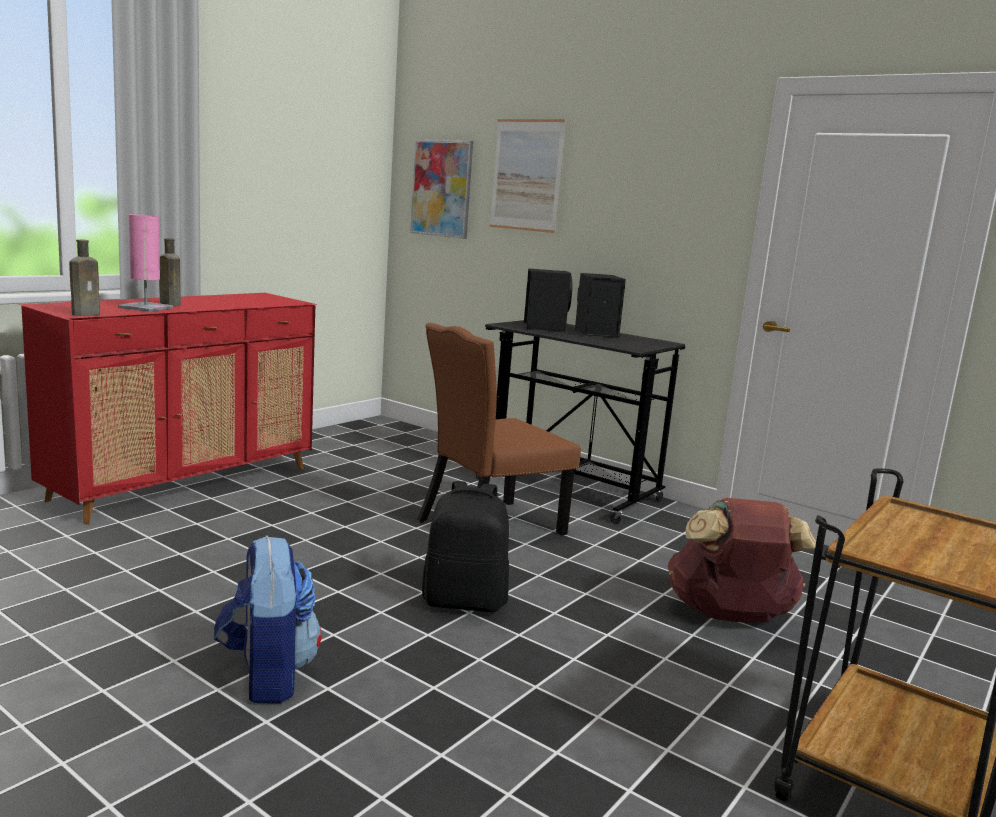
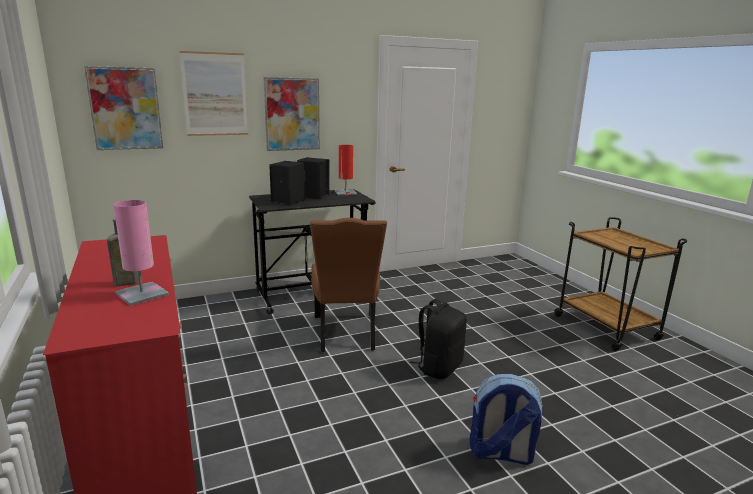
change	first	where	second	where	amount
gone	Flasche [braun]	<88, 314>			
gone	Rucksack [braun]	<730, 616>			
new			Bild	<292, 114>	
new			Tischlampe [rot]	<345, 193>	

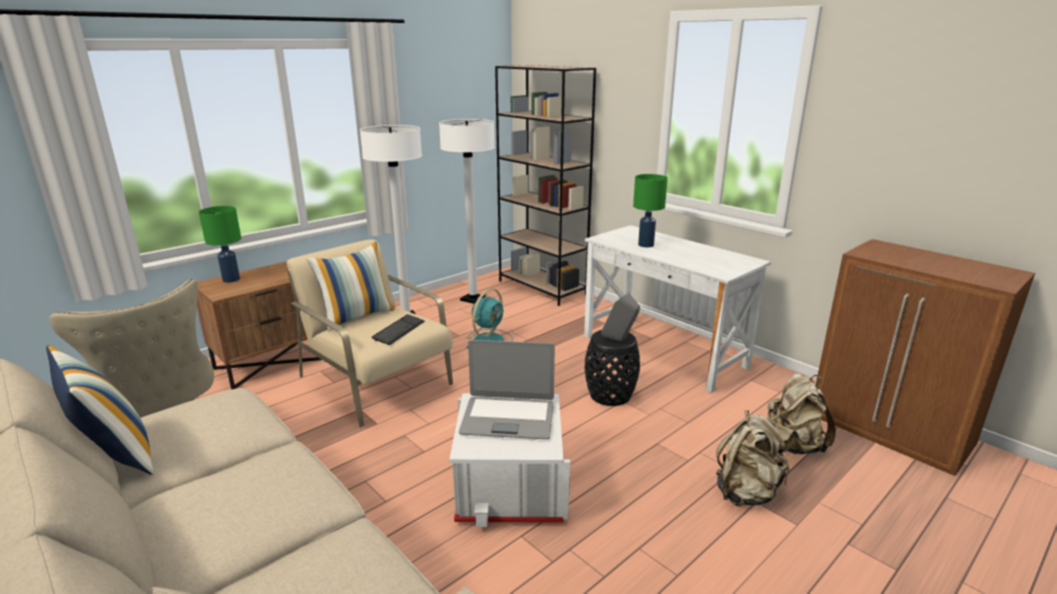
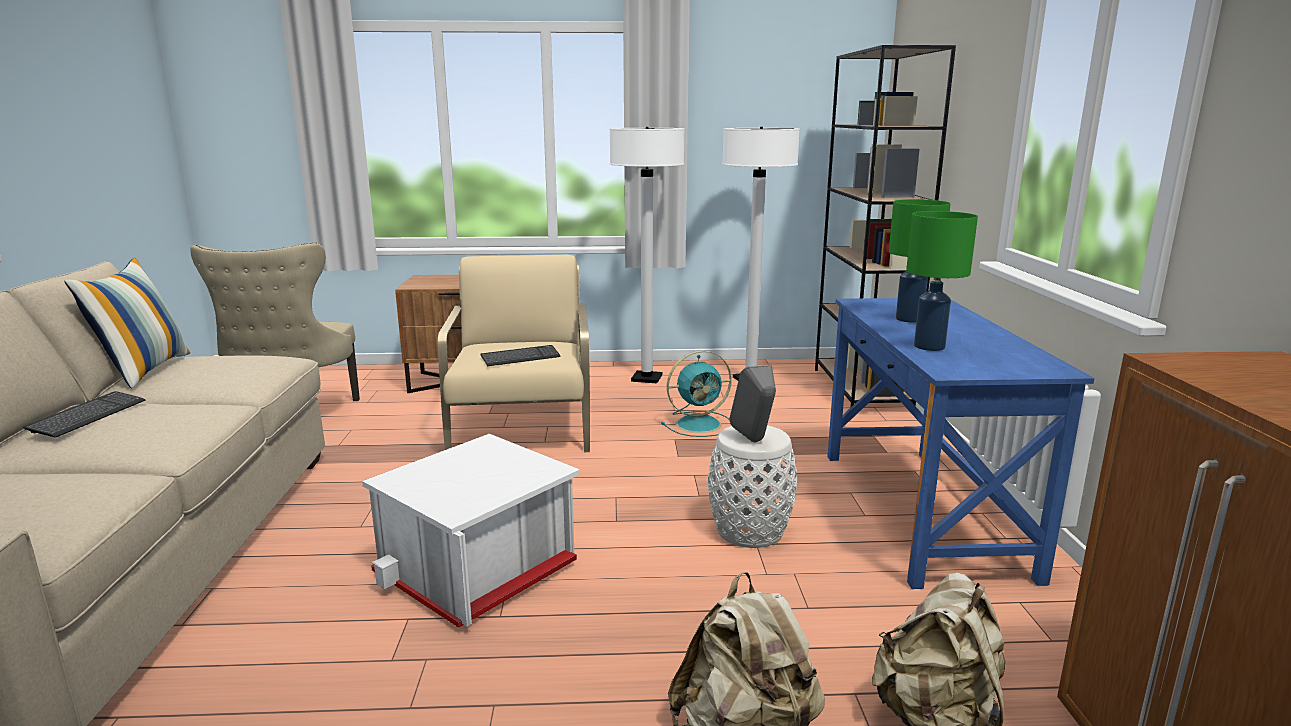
change	first	where	second	where	amount
gone	Kissen	<356, 316>			
gone	Laptop	<508, 418>			
new			Tastatur	<88, 416>	
shifted	Tischlampe [grün]	<232, 279>		<930, 347>	
repainted	Schreibtisch [weiß]	<663, 351>	Schreibtisch [blau]	<922, 511>	
repainted	Hocker [schwarz]	<610, 395>	Hocker [weiß]	<749, 531>	

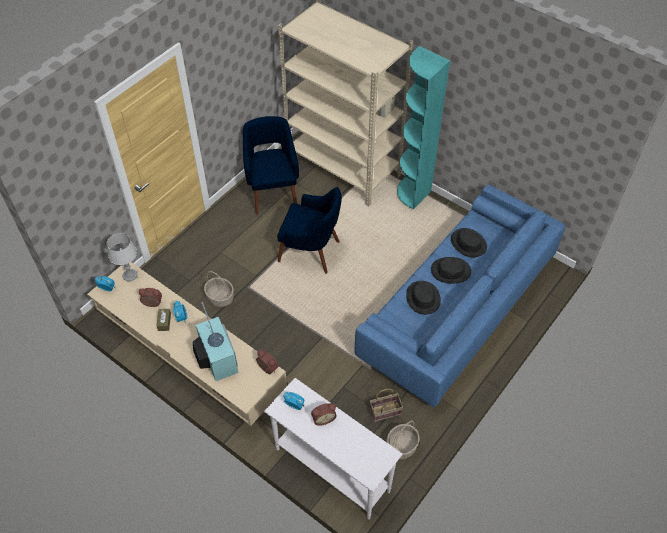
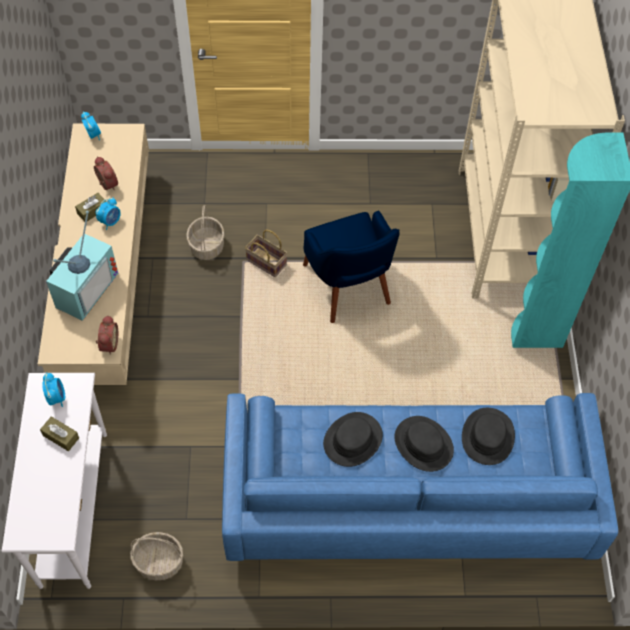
change	first	where	second	where	amount
gone	Tischlampe [grau]	<129, 275>			
gone	Sessel [blau]	<273, 192>			
shifted	Korb	<385, 412>		<265, 262>	
swapped	Wecker	<323, 418>	Taschentuchbox [braun]	<61, 436>	

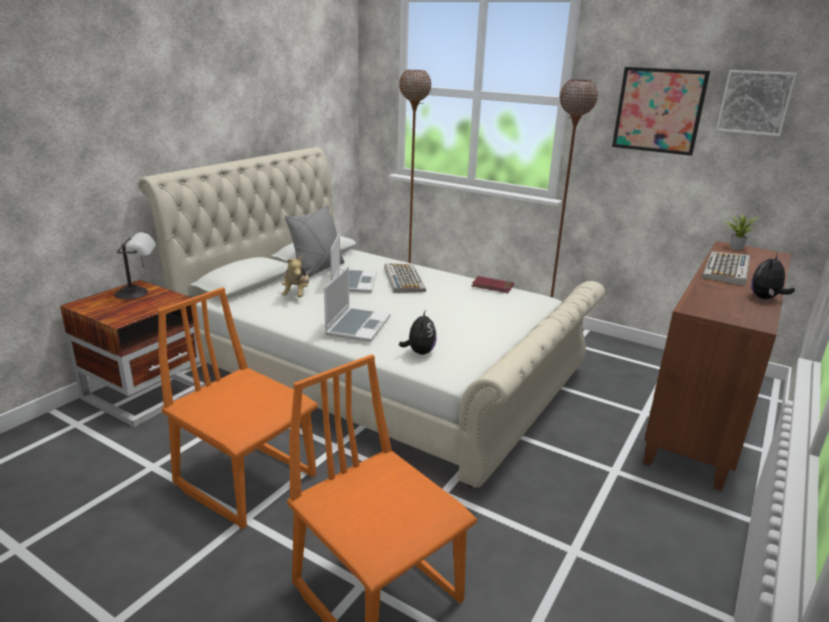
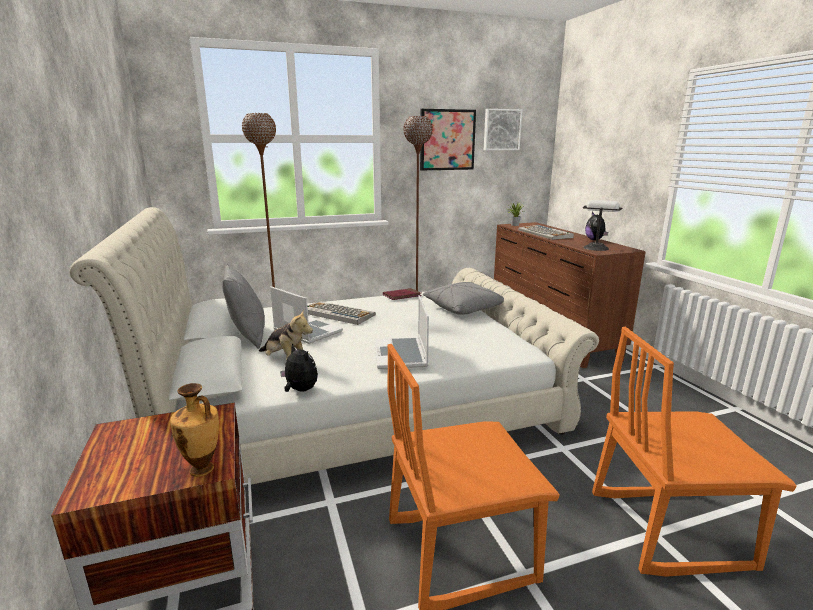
change	first	where	second	where	amount
new			Vase	<202, 470>	
new			Kissen [grau]	<464, 308>	
shifted	Tischlampe	<138, 292>		<596, 247>	
shifted	Plüschtier	<419, 352>		<300, 390>	
rotated	Laptop	<357, 326>		<401, 355>	150 degrees counterclockwise

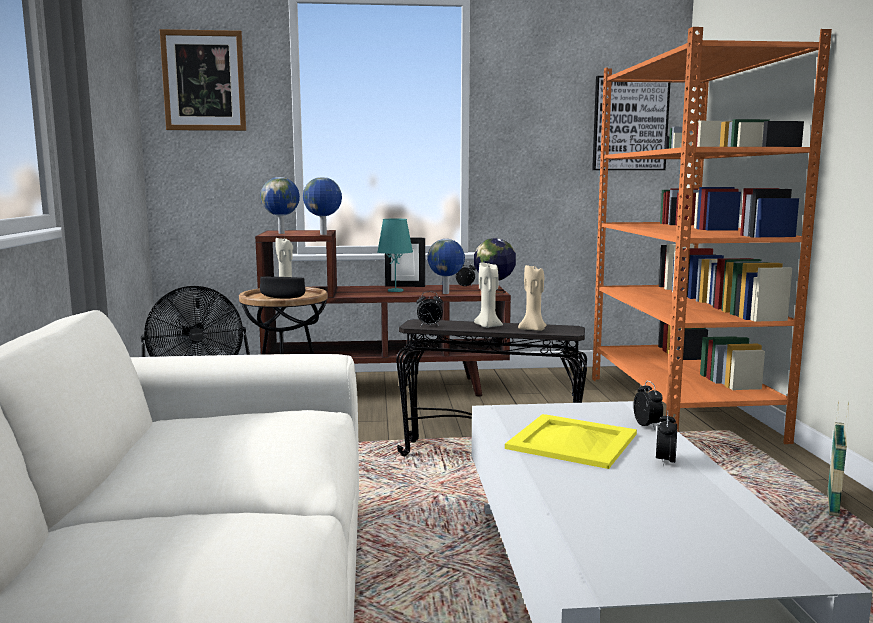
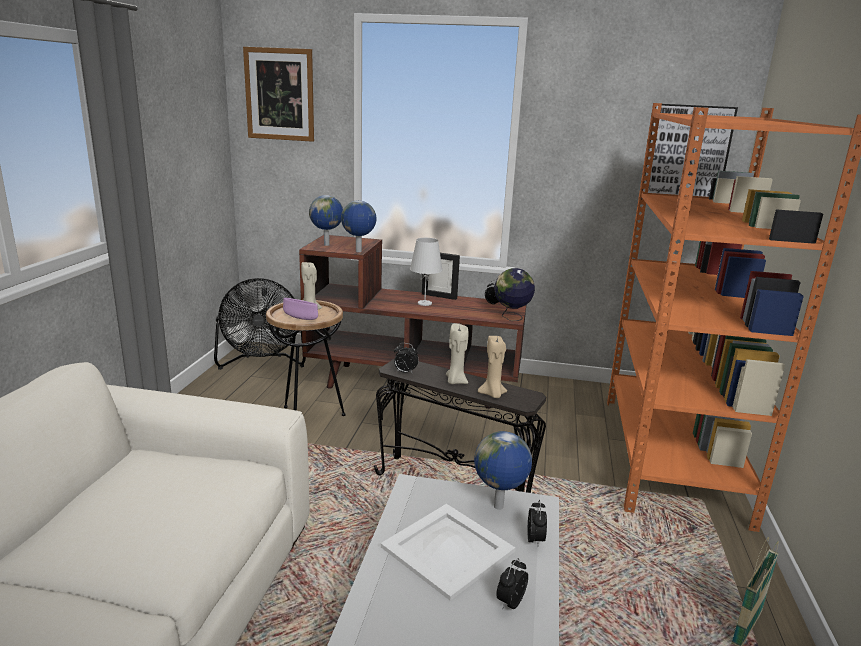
change	first	where	second	where	amount
shifted	Globus	<446, 293>		<499, 507>	
repainted	Schüssel [schwarz]	<282, 298>	Schüssel [lila]	<300, 318>	
repainted	Tischlampe [türkis]	<395, 290>	Tischlampe [weiß]	<424, 303>	
repainted	Tablett [gelb]	<571, 441>	Tablett [weiß]	<447, 548>	

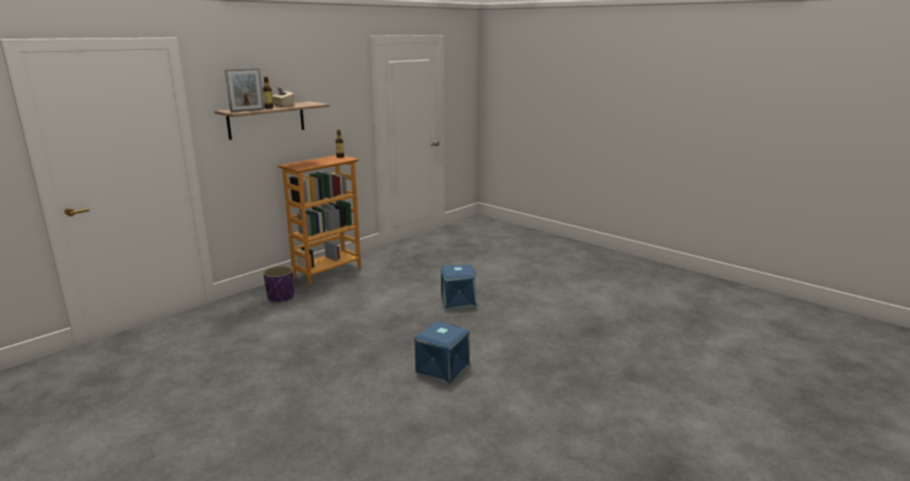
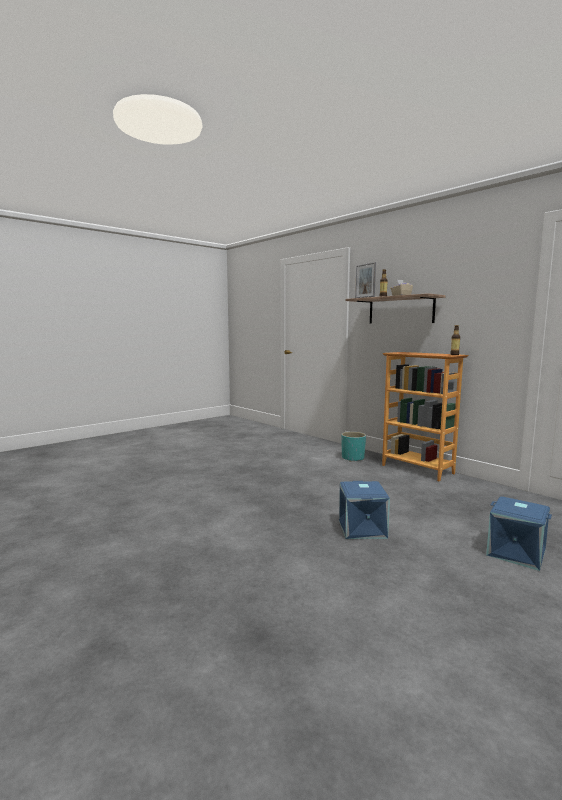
change	first	where	second	where	amount
shifted	Aufbewahrungsbox [blau]	<442, 368>		<516, 552>	
repainted	Pflanzkübel [lila]	<281, 297>	Pflanzkübel [türkis]	<353, 458>	

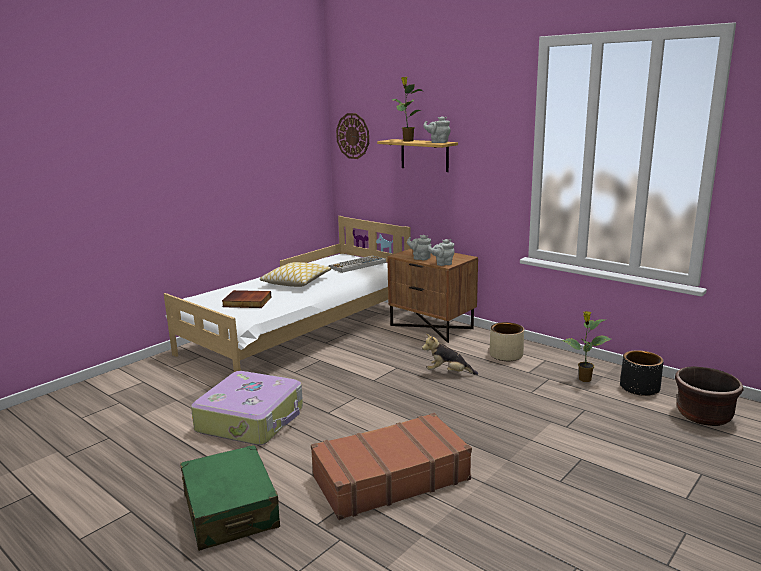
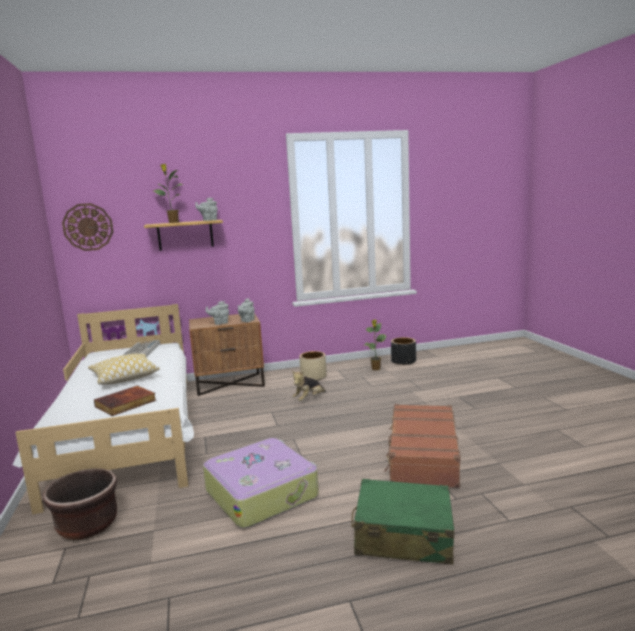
change	first	where	second	where	amount
shifted	Pflanzkübel [braun]	<703, 416>		<87, 525>	

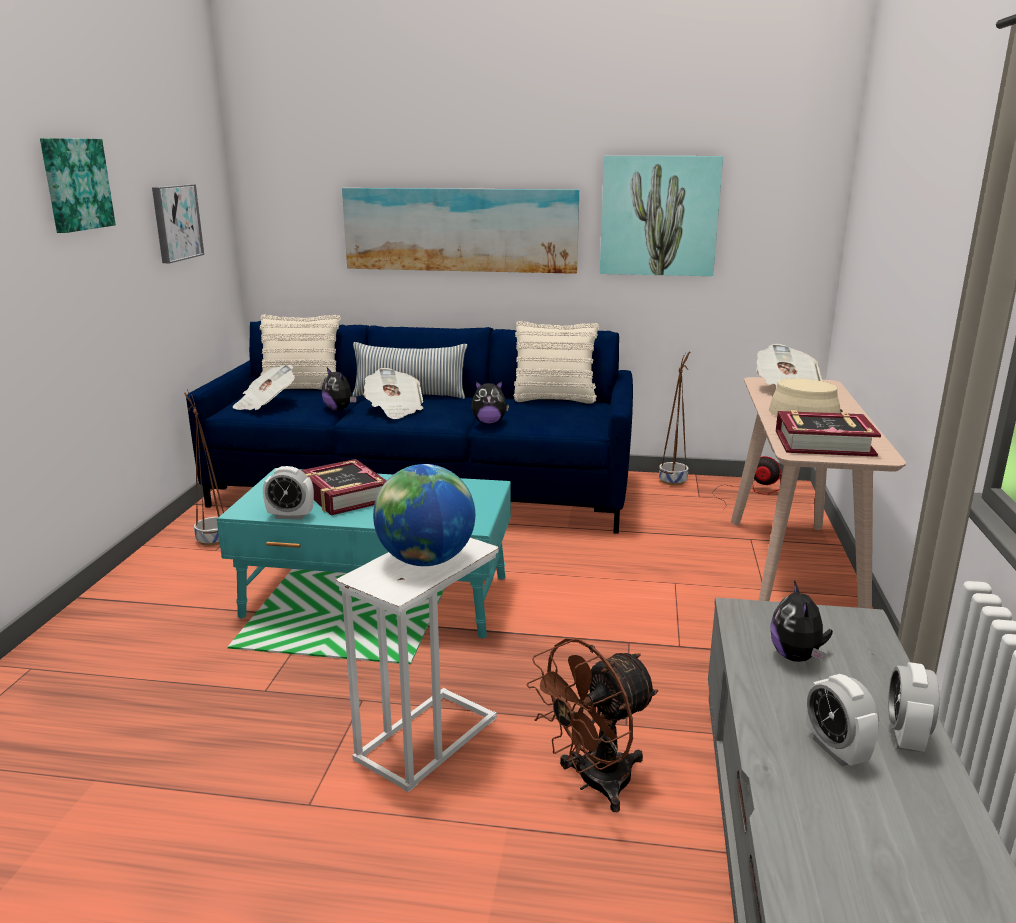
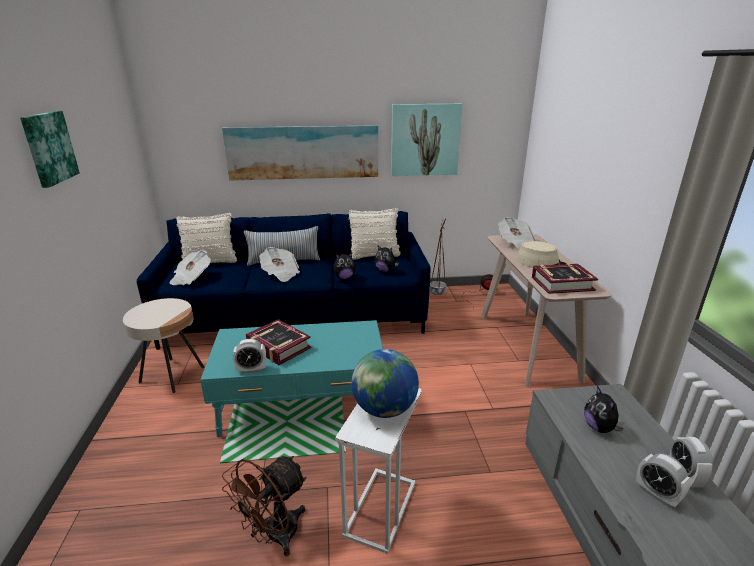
change	first	where	second	where	amount
gone	Bild	<175, 222>			
shifted	Plüschtier	<339, 409>		<385, 270>	
shifted	Ventilator [braun]	<593, 783>		<274, 536>	
swapped	Pflanzkübel [braun]	<213, 539>	Beistelltisch [beige]	<172, 375>	

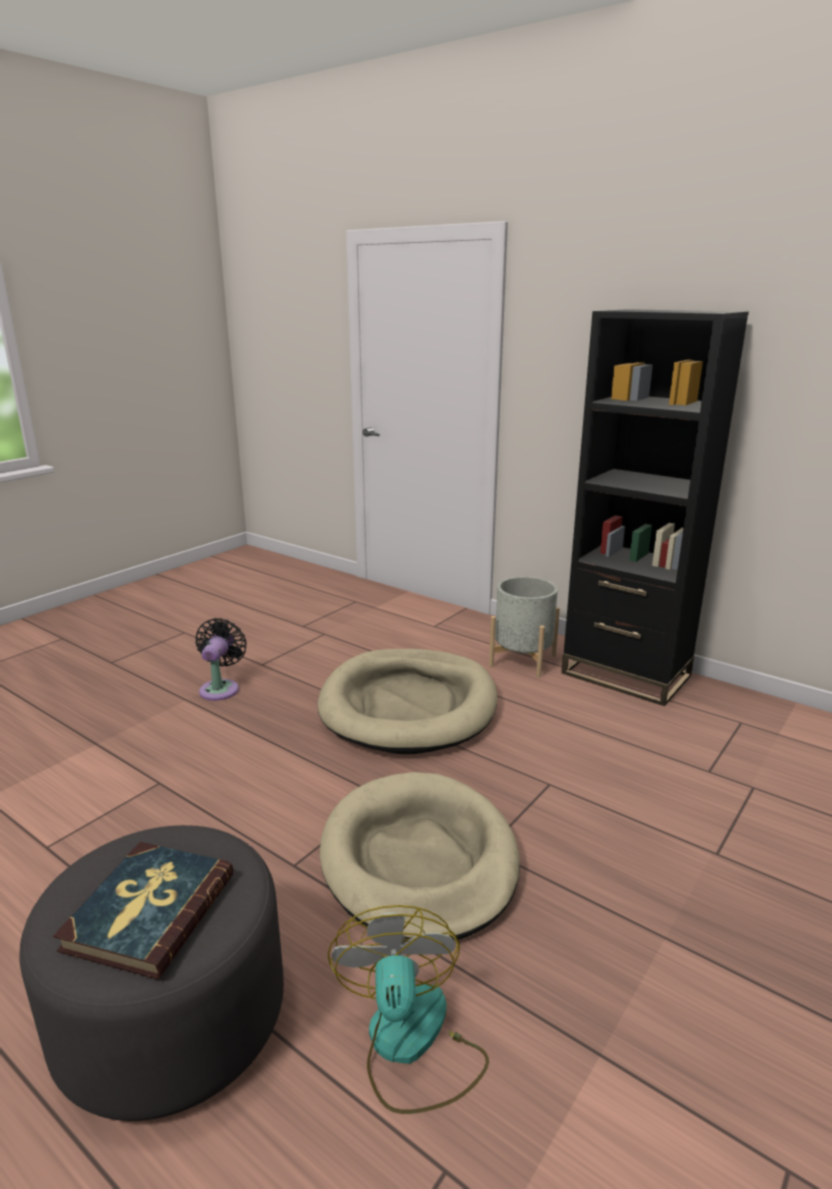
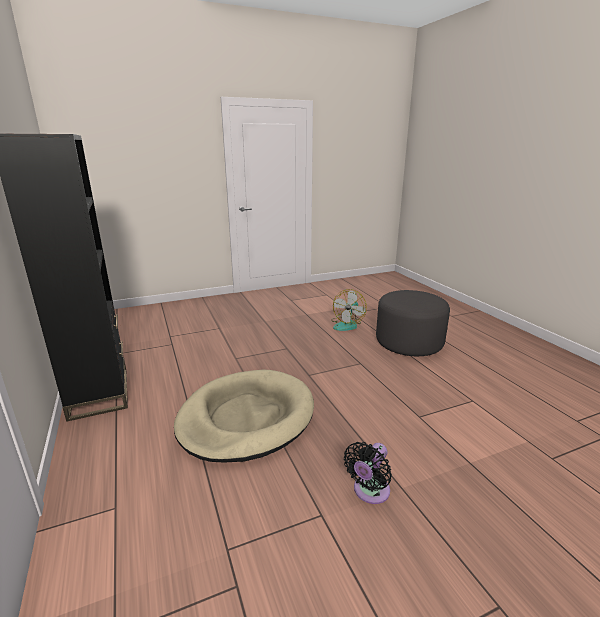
change	first	where	second	where	amount
gone	Buch	<149, 911>			
gone	Hundebett [beige]	<419, 860>			
gone	Pflanzkübel [grau]	<522, 660>			

